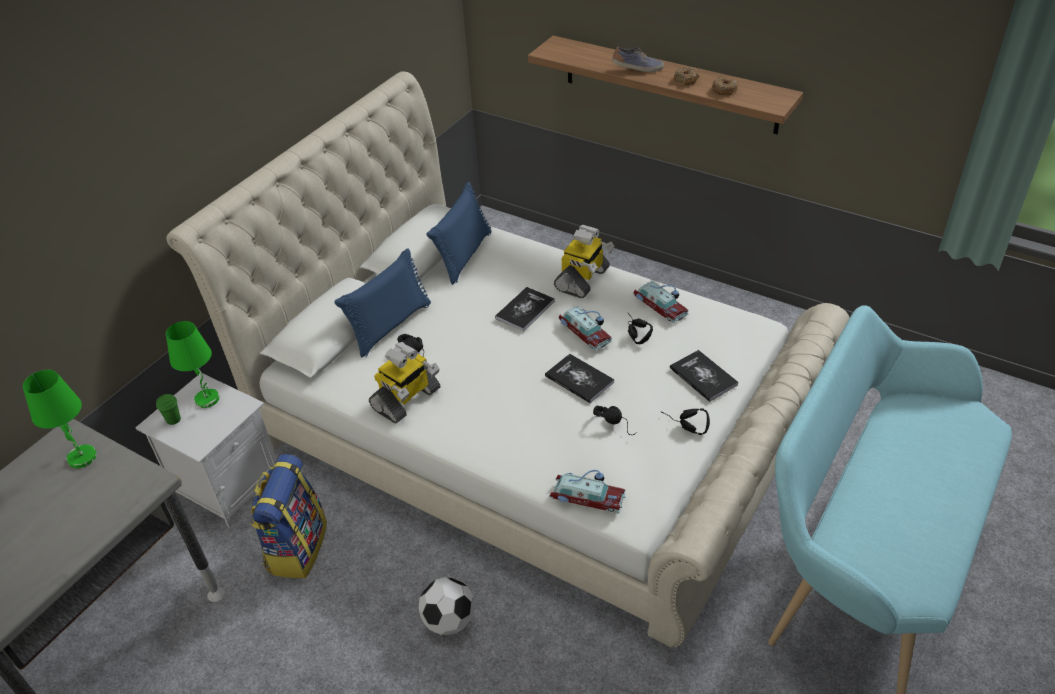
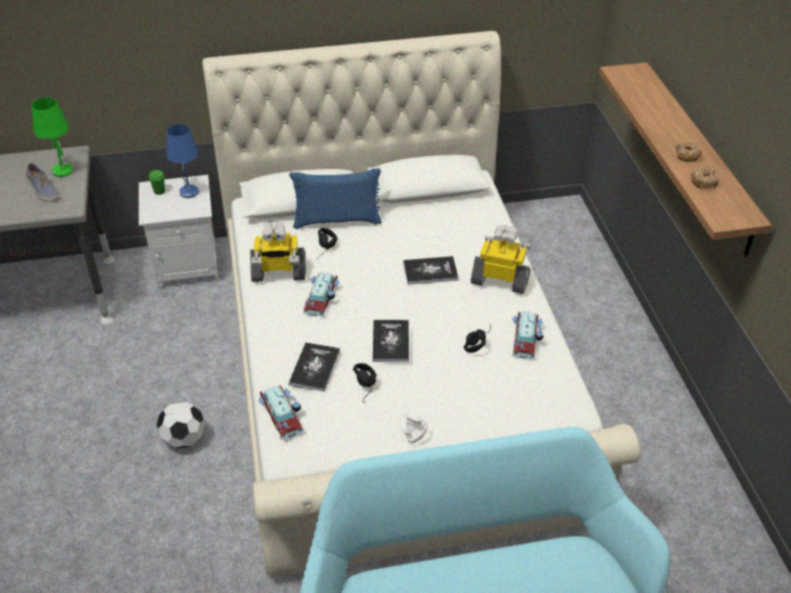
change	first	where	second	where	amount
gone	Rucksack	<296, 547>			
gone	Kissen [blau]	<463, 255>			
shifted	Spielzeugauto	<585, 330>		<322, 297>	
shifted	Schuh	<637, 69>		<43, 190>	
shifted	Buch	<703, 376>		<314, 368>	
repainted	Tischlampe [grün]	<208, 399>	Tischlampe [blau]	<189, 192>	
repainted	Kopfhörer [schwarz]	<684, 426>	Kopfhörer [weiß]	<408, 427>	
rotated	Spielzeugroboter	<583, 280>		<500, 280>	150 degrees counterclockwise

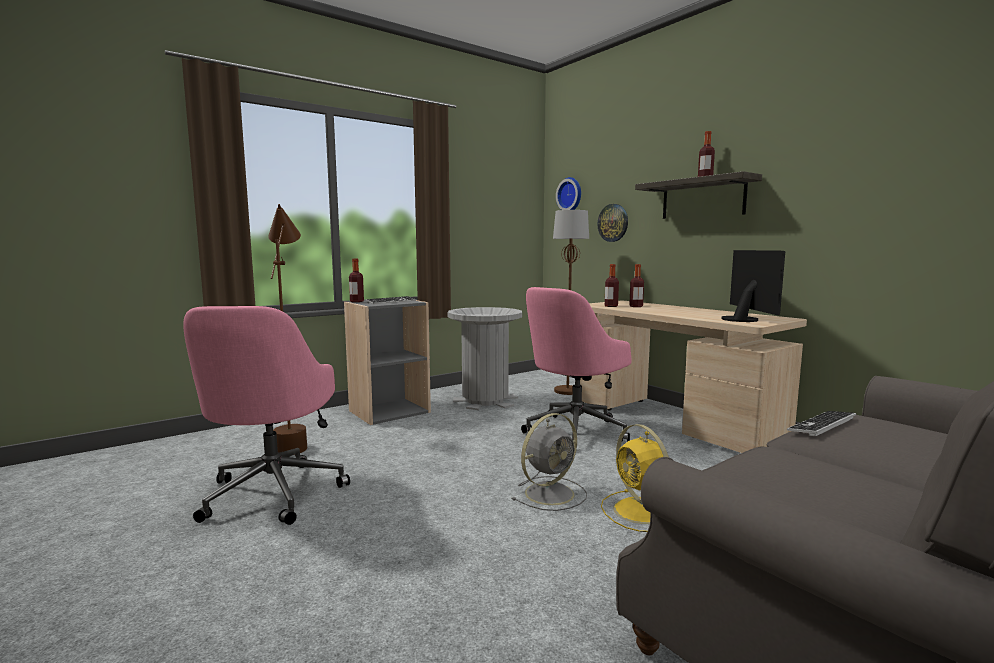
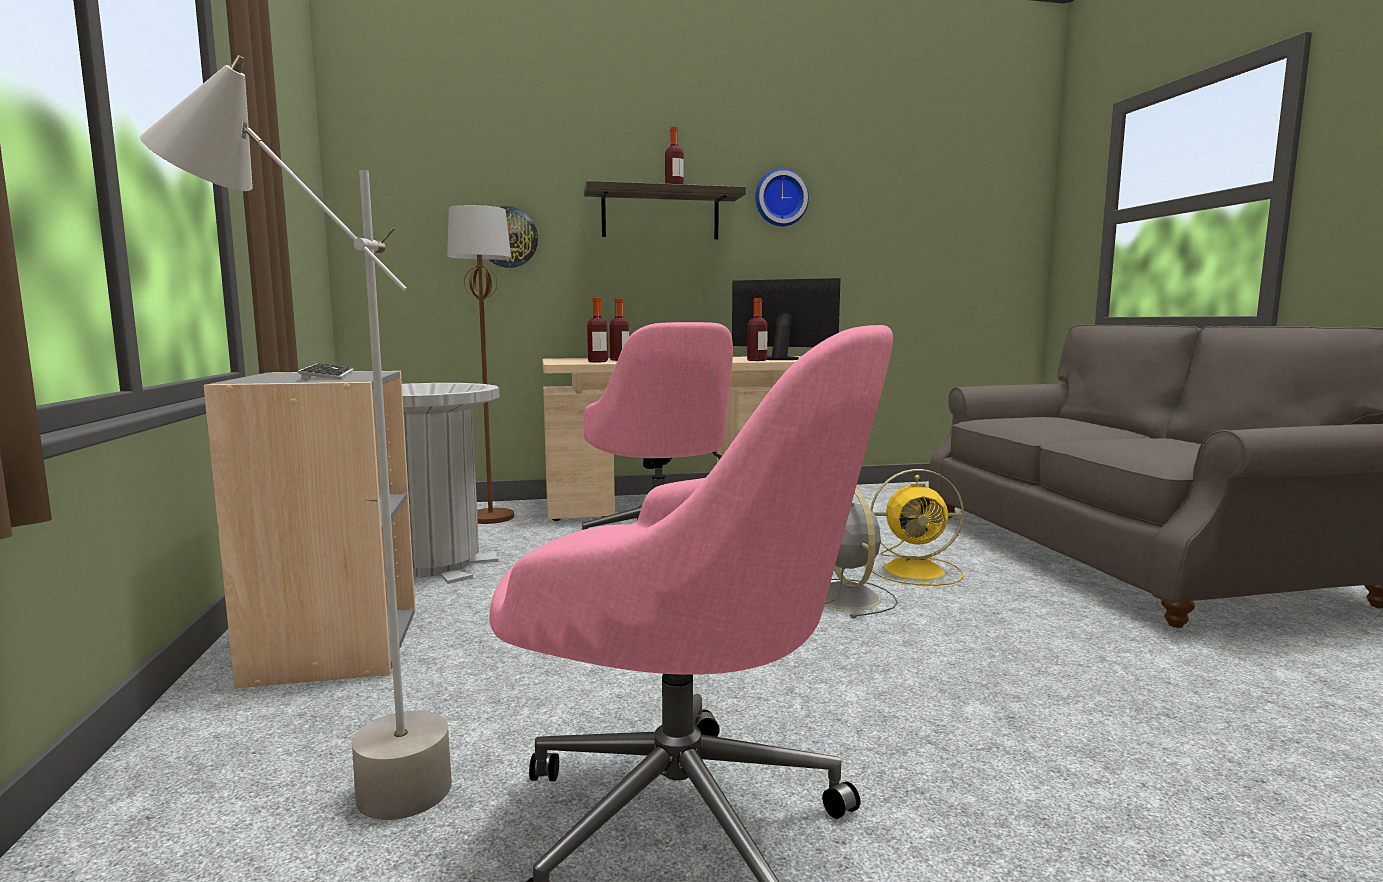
change	first	where	second	where	amount
gone	Tastatur	<822, 424>			
shifted	Flasche	<357, 301>		<757, 360>	
shifted	Wanduhr	<570, 195>		<780, 198>	
repainted	Stehlampe [braun]	<293, 440>	Stehlampe [grau]	<335, 783>	

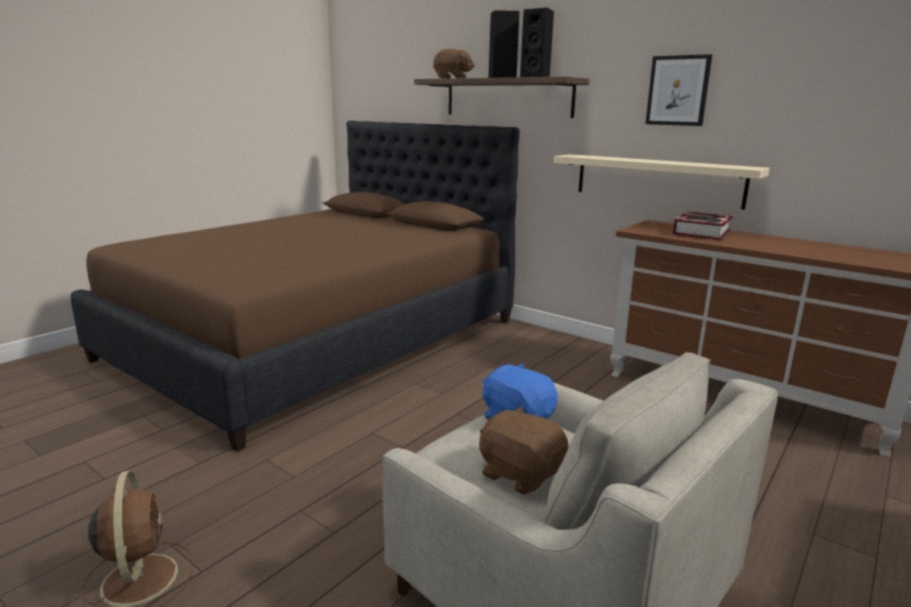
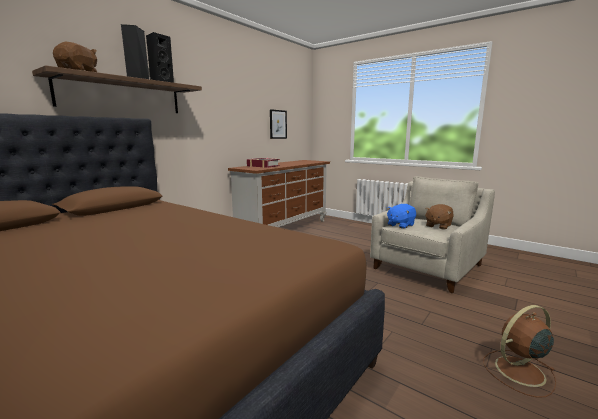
change	first	where	second	where	amount
gone	Wandregal [beige]	<657, 180>			
shifted	Bild	<678, 90>		<278, 124>	

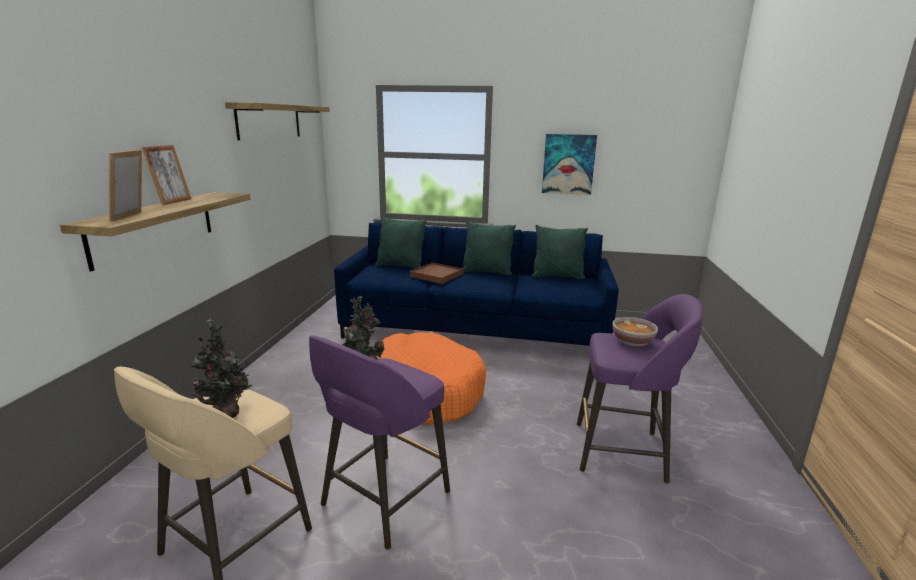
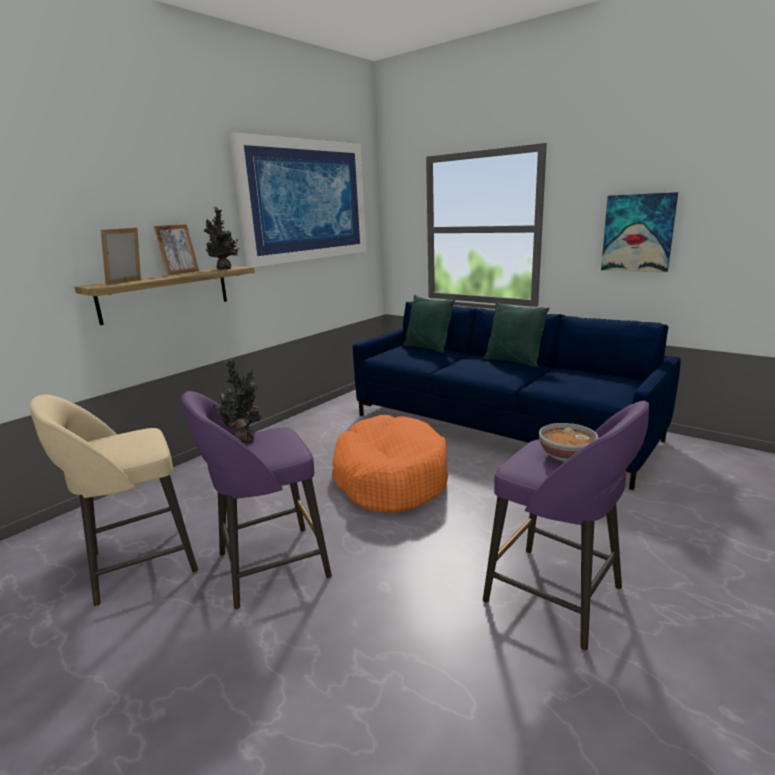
change	first	where	second	where	amount
gone	Tablett [braun]	<436, 275>			
gone	Kissen [grün]	<557, 276>			
shifted	Topfpflanze	<228, 415>		<225, 269>	
swapped	Wandregal	<269, 121>	Bild	<305, 201>	

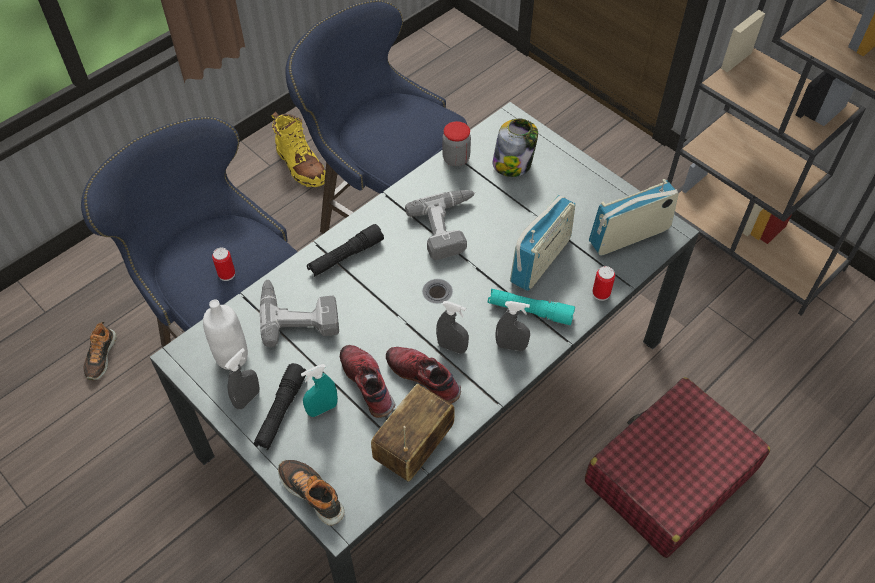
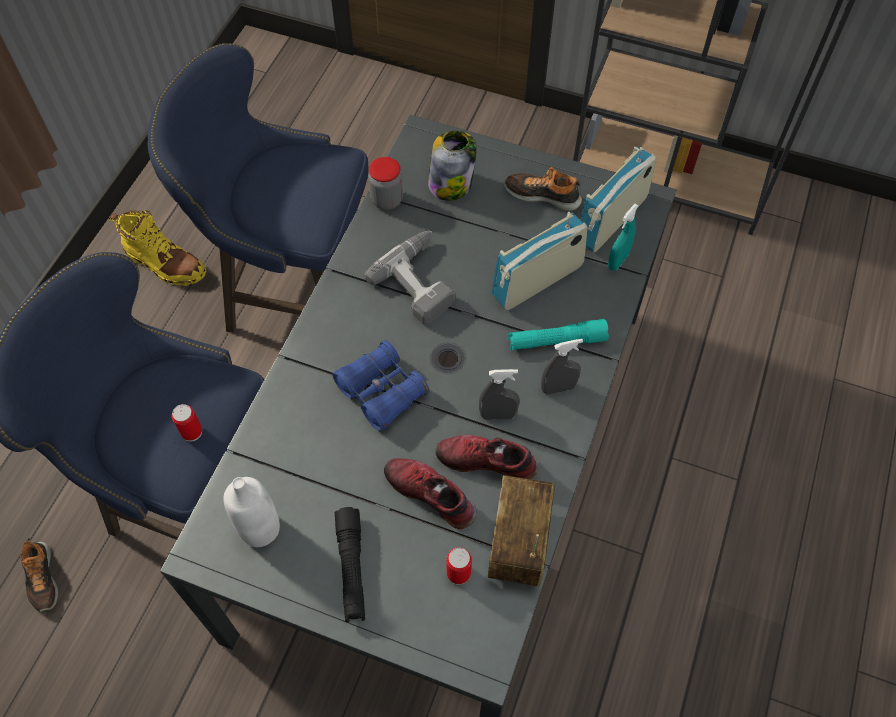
change	first	where	second	where	amount
gone	Sprühflasche [grau]	<247, 399>			
gone	Bohrmaschine	<299, 314>			
gone	Taschenlampe [schwarz]	<346, 256>			
gone	Koffer [rot]	<669, 476>			
new			Fernglas [blau]	<381, 392>	
shifted	Schuh	<312, 493>		<542, 195>	
shifted	Sprühflasche [türkis]	<322, 409>		<618, 261>	
shifted	Dose	<601, 293>		<458, 573>	
rotated	Radio	<540, 260>		<537, 281>	135 degrees counterclockwise

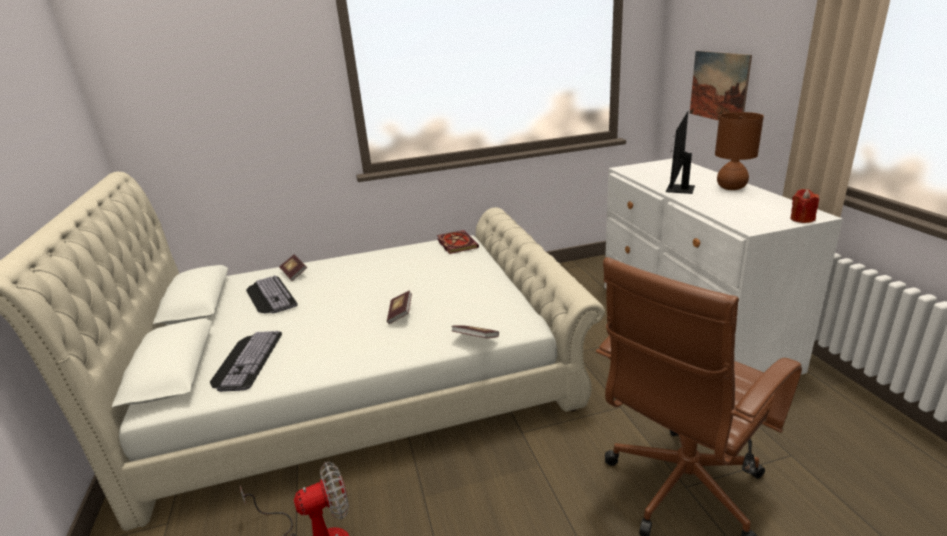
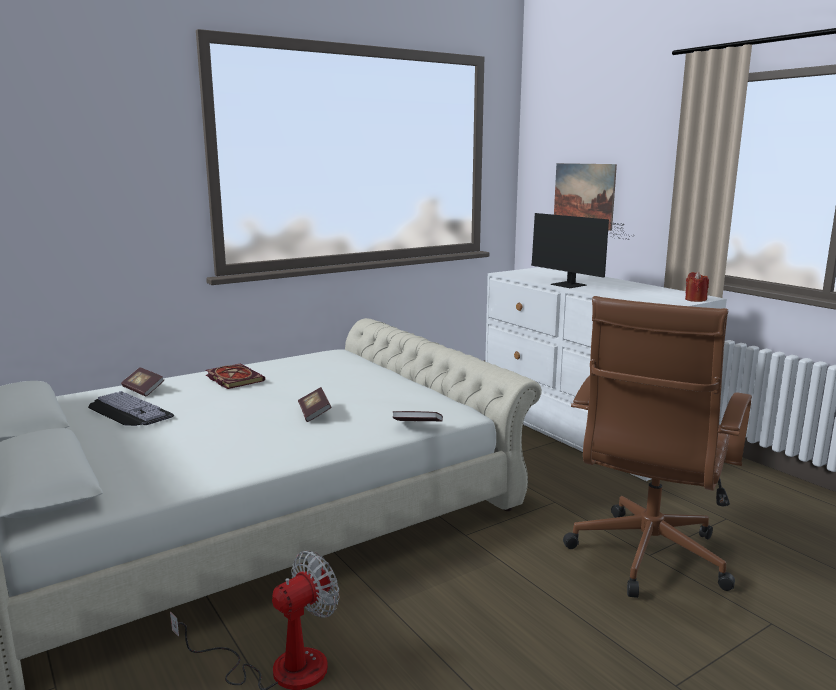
change	first	where	second	where	amount
gone	Tastatur	<246, 360>			
gone	Tischlampe [braun]	<731, 188>			
shifted	Buch	<456, 243>		<232, 378>	
rotated	Monitor	<678, 190>		<571, 286>	45 degrees counterclockwise

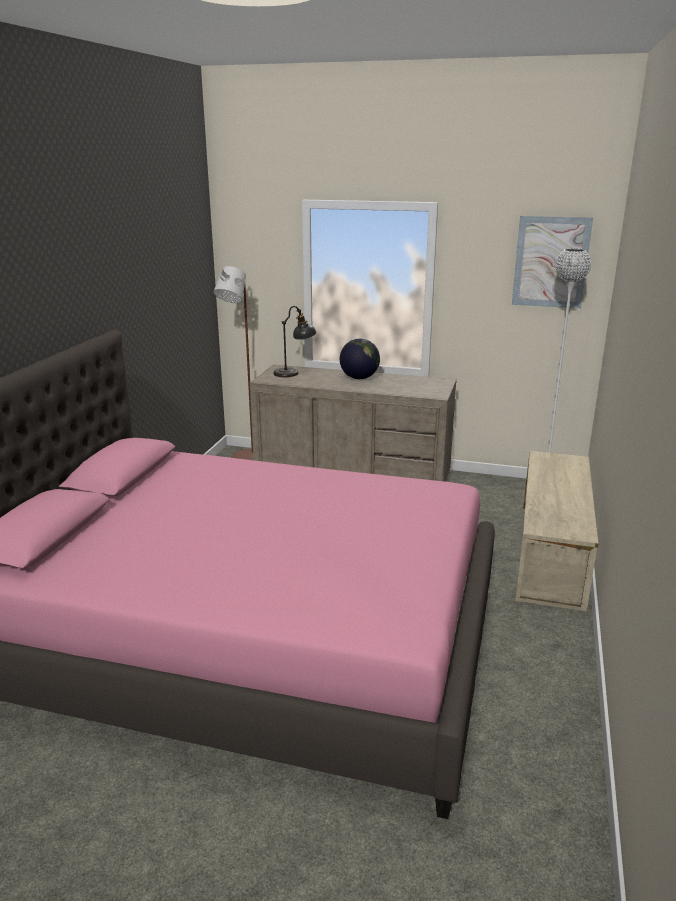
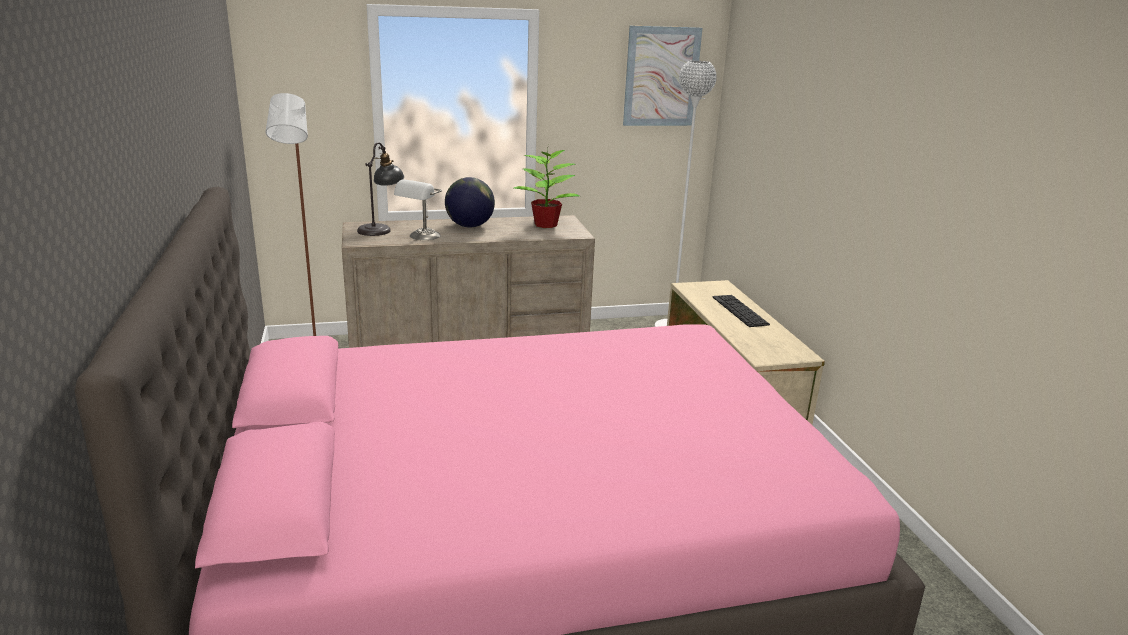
change	first	where	second	where	amount
new			Tischlampe [weiß]	<421, 237>	
new			Topfpflanze	<546, 224>	
new			Tastatur	<740, 310>	

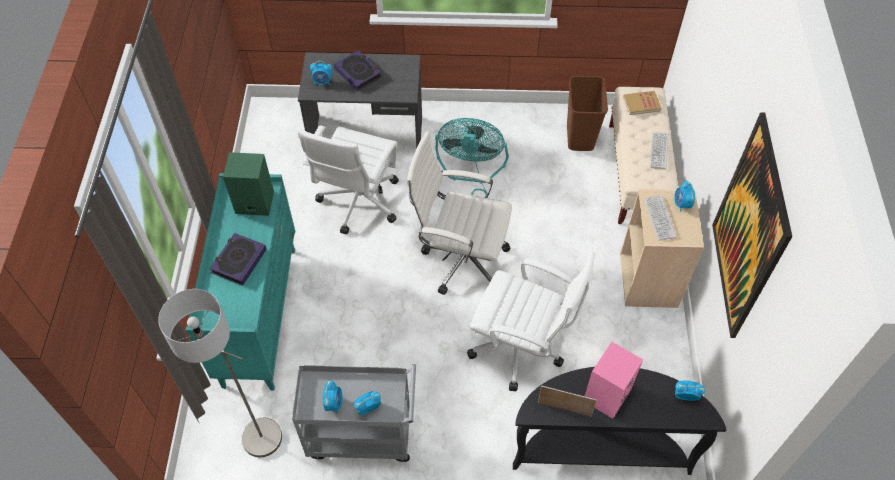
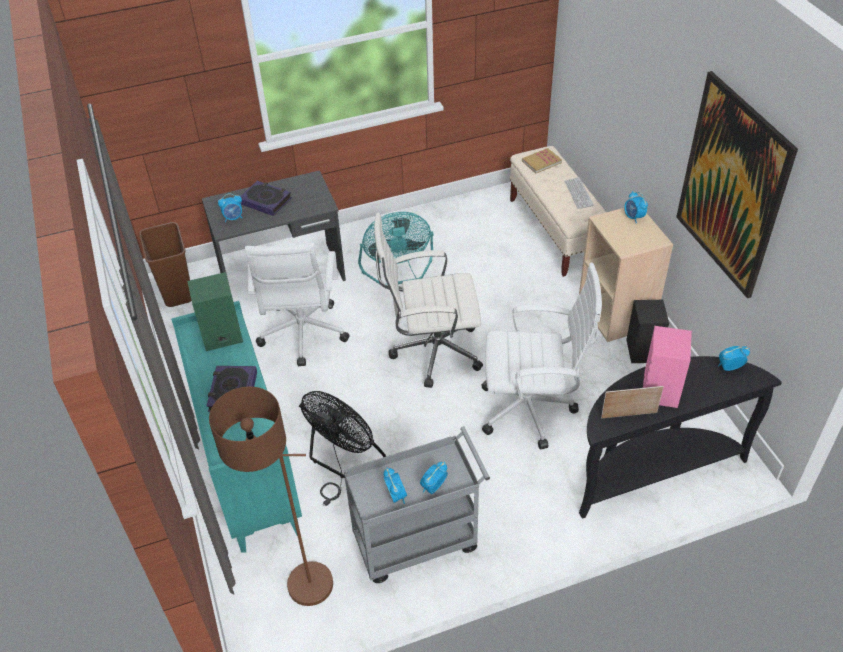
change	first	where	second	where	amount
gone	Tastatur	<659, 218>			
new			Ventilator [schwarz]	<338, 462>	
new			Lautsprecher [schwarz]	<643, 351>	
shifted	Mülleimer [braun]	<580, 137>		<178, 292>	
repainted	Stehlampe [grau]	<251, 434>	Stehlampe [braun]	<296, 585>	

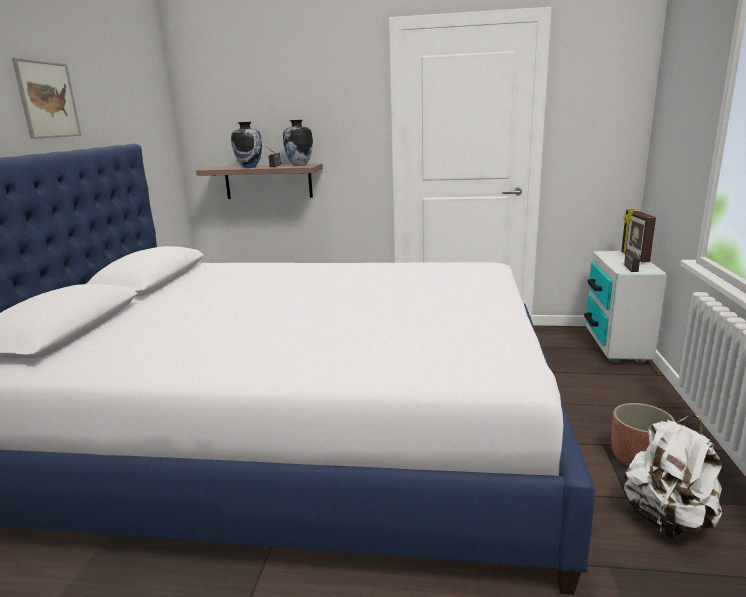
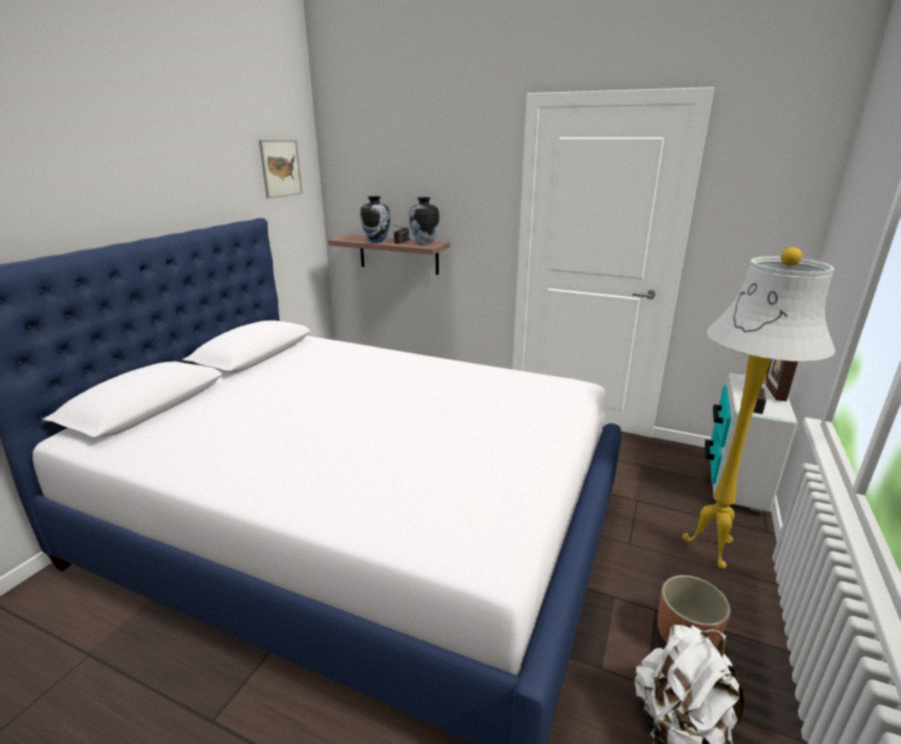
change	first	where	second	where	amount
new			Stehlampe [weiß]	<713, 551>	
shifted	Bild	<47, 100>		<280, 168>	

